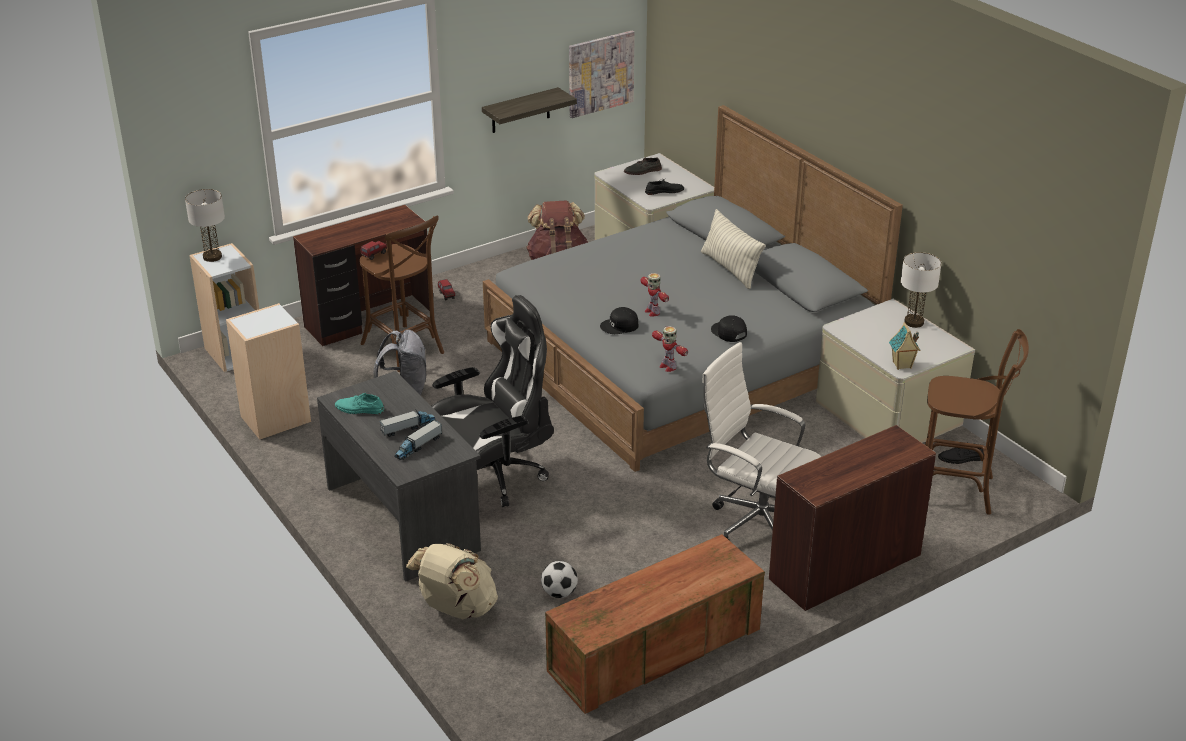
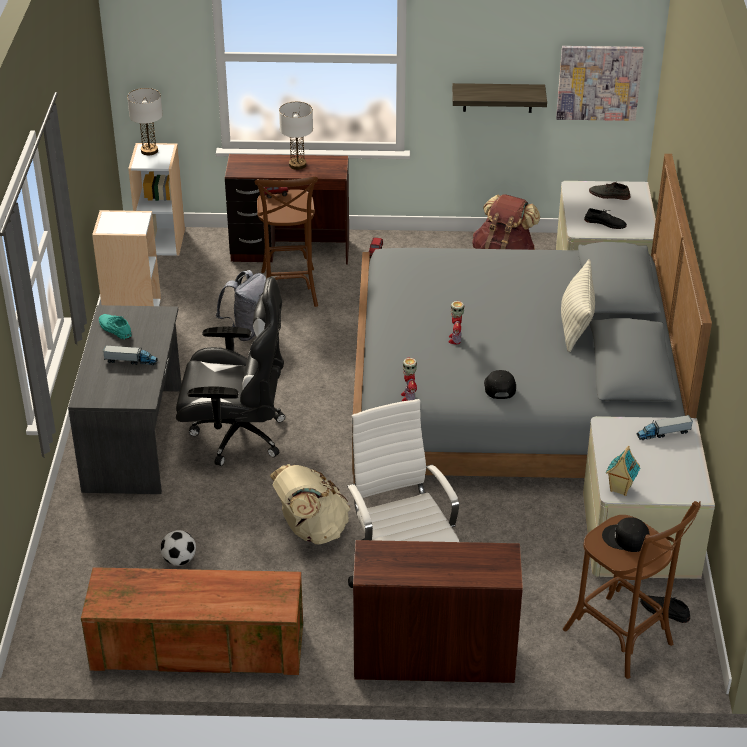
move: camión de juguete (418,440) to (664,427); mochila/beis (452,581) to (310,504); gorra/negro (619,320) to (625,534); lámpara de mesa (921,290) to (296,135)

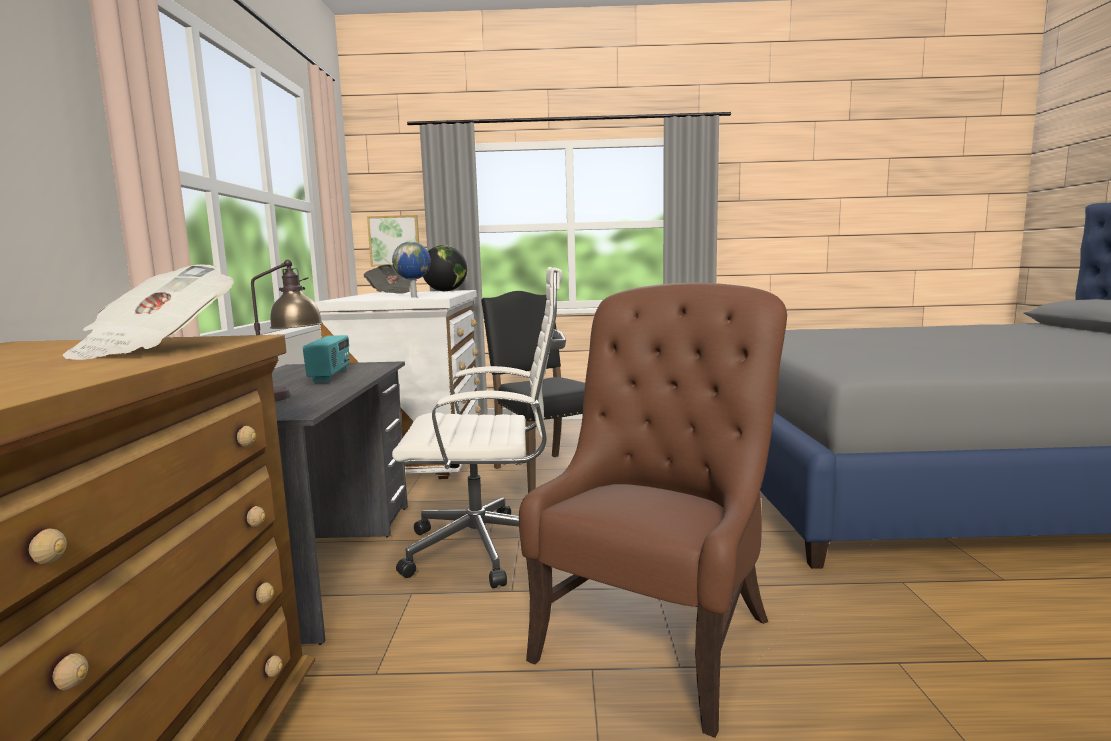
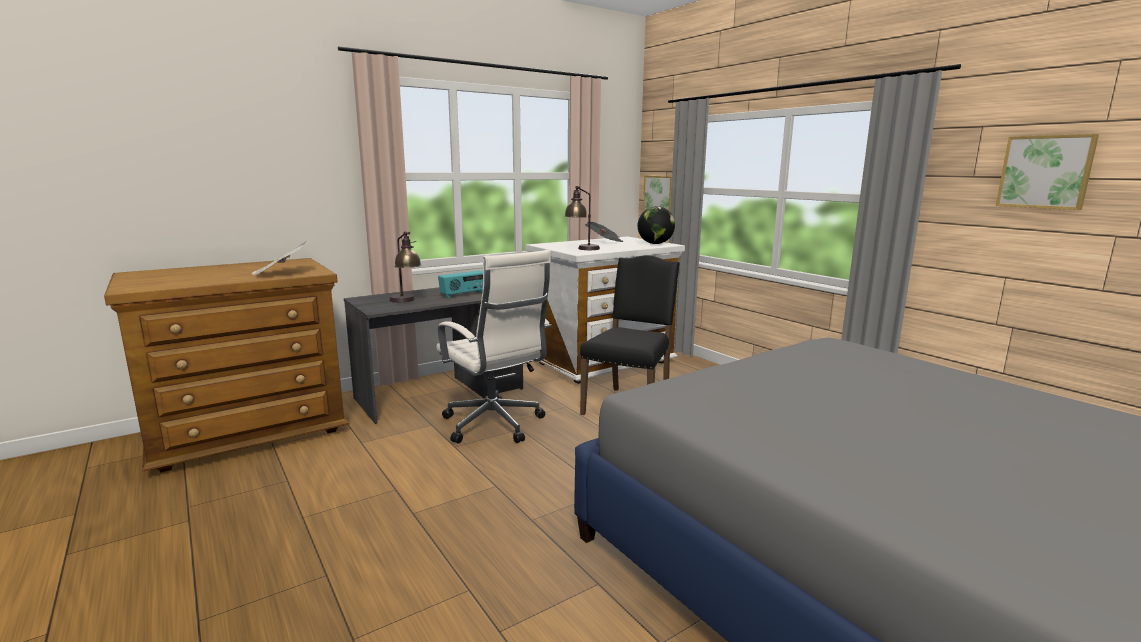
delete: silla/marrón (653,510)
insert: cuadro (1047,172)
replace: globo terráqueo (411,270) to lámpara de mesa (582,218)

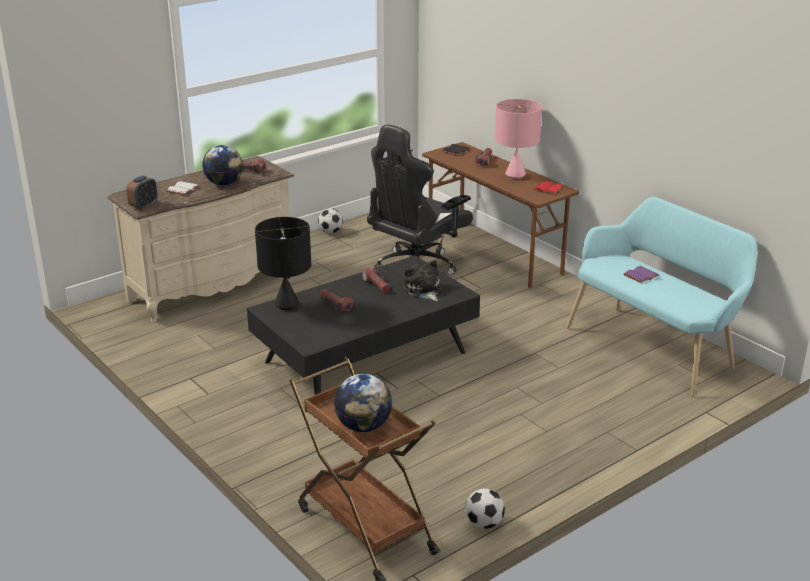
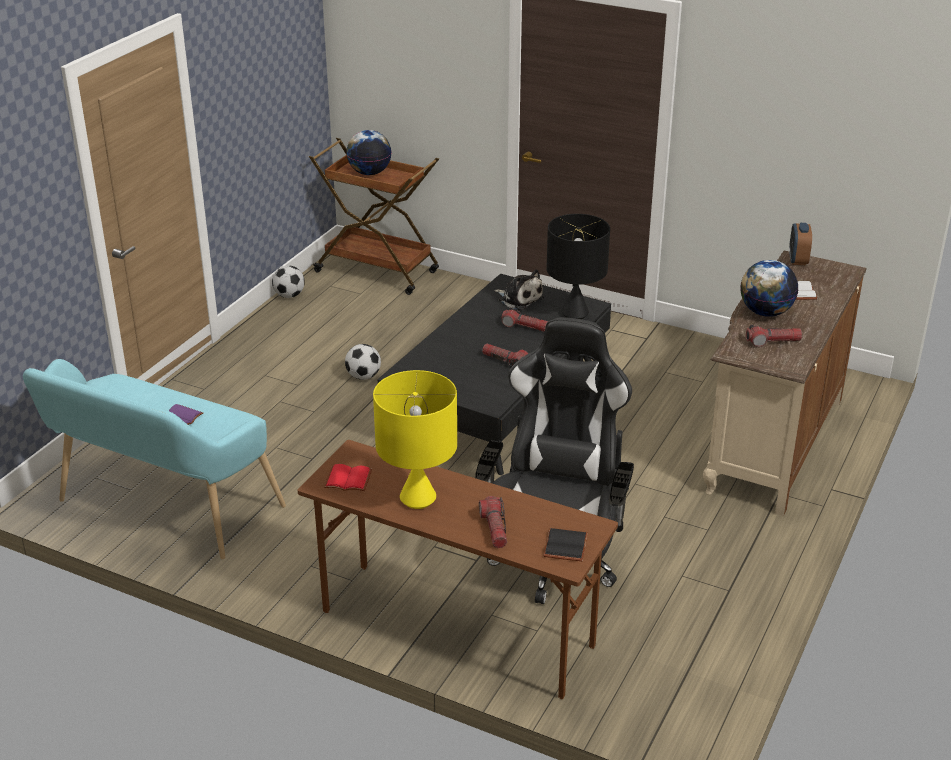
move: balón de fútbol (330,220) to (363,362); peluche (423,280) to (519,289)
recolor: lámpara de mesa/rosa (518,139) to lámpara de mesa/amarillo (415,439)

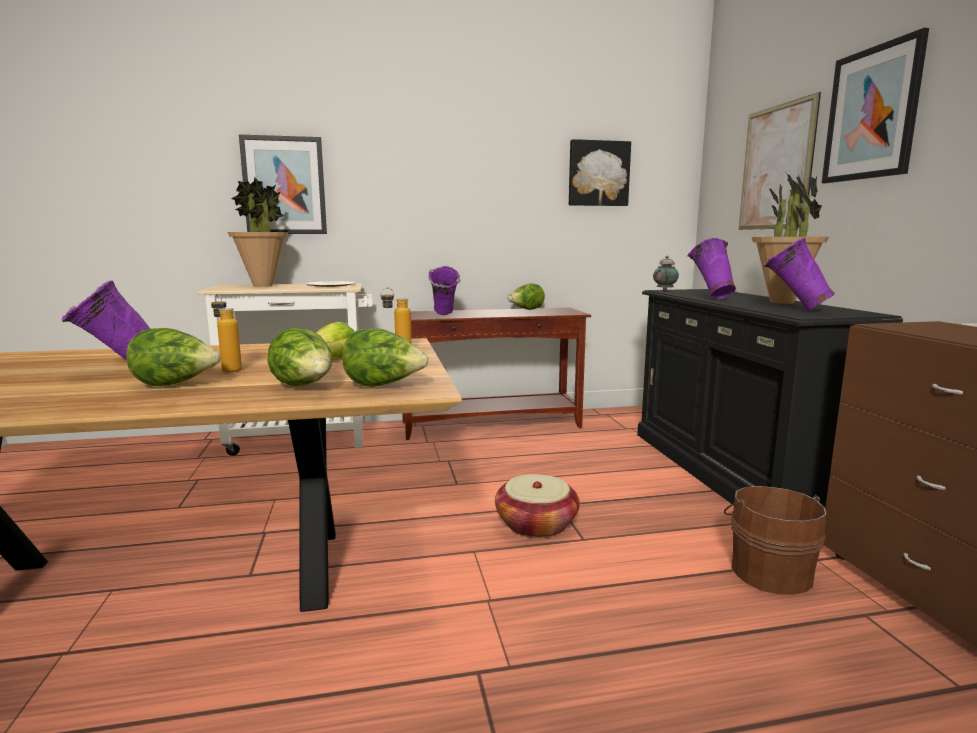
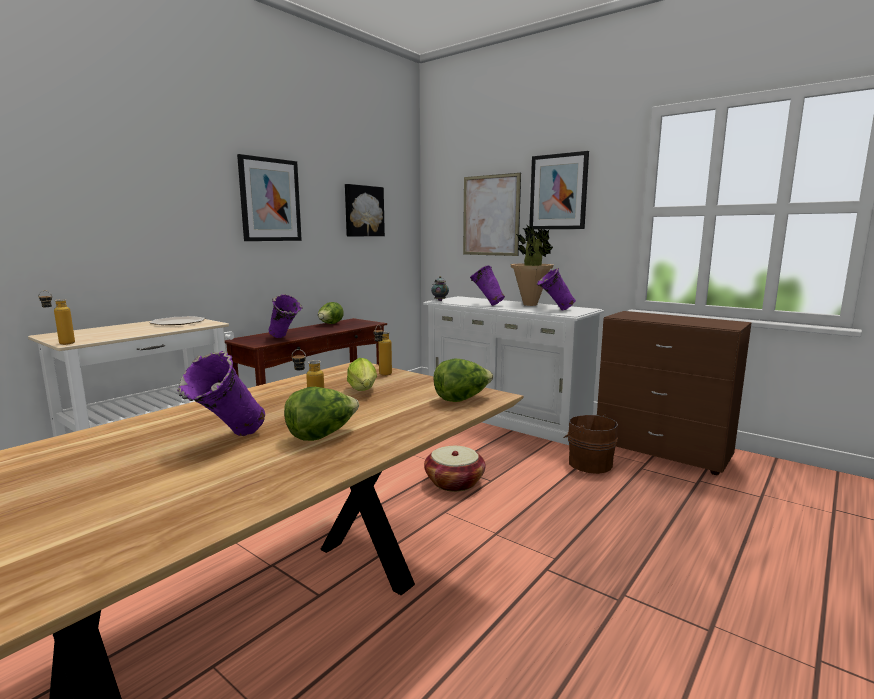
delete: planta en maceta (258,232); lechuga (300,357)
insert: botella (56,317)
move: cuadro (283,184) to (269,197)
recolor: armario/negro (770,398) to armario/blanco (513,370)

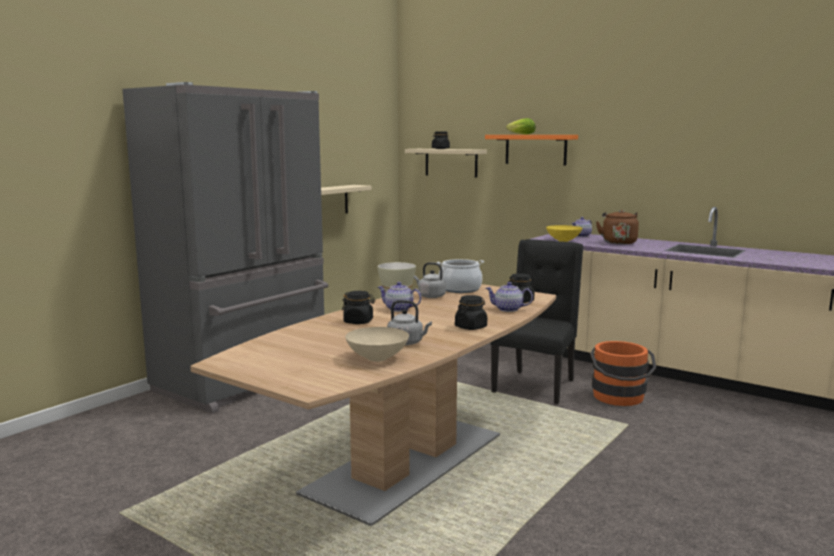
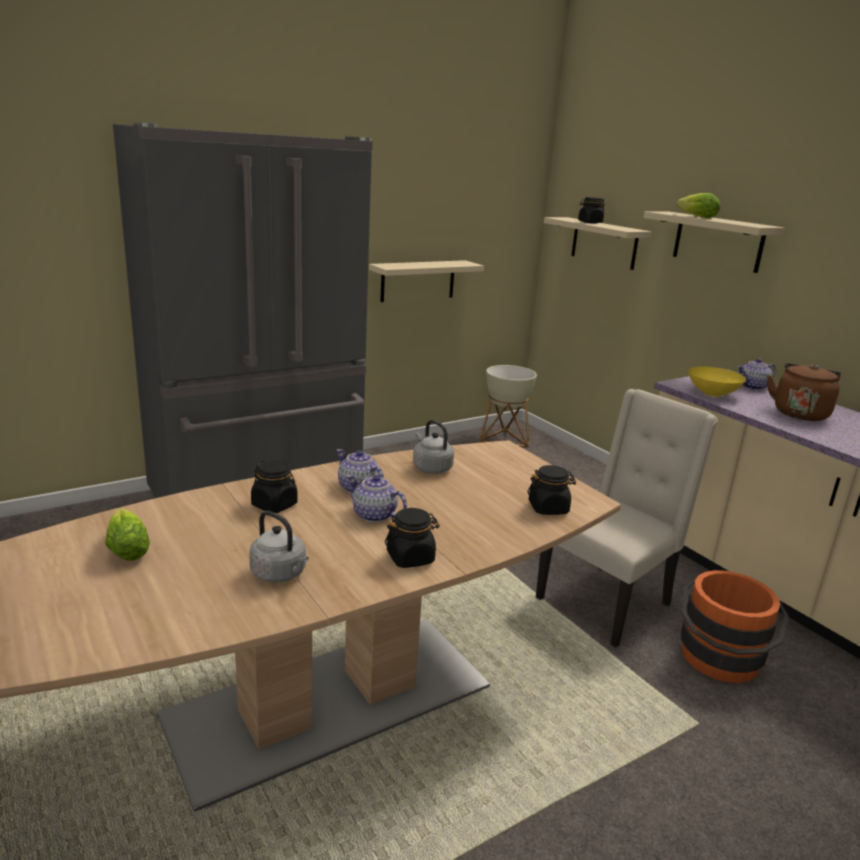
delete: cuenco/beis (377,344); olla (460,276)
insert: lechuga (127,534)
move: tetera (509,297) to (376,498)
recolor: estante/naranja (531,150) to estante/beis (713,242); silla/negro (536,321) to silla/beis (627,518)

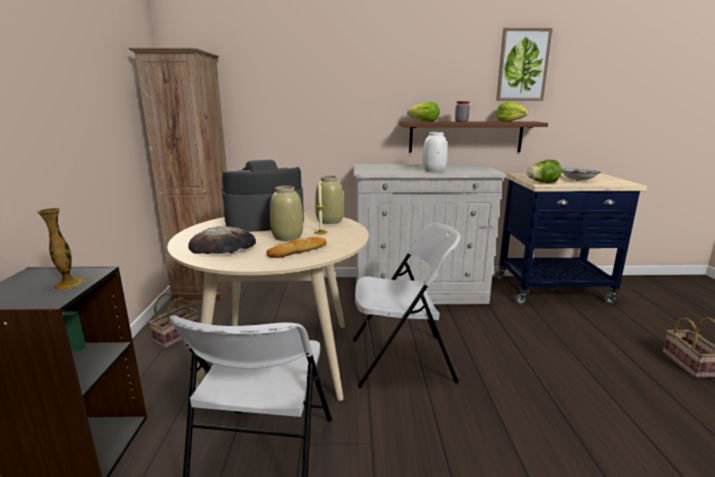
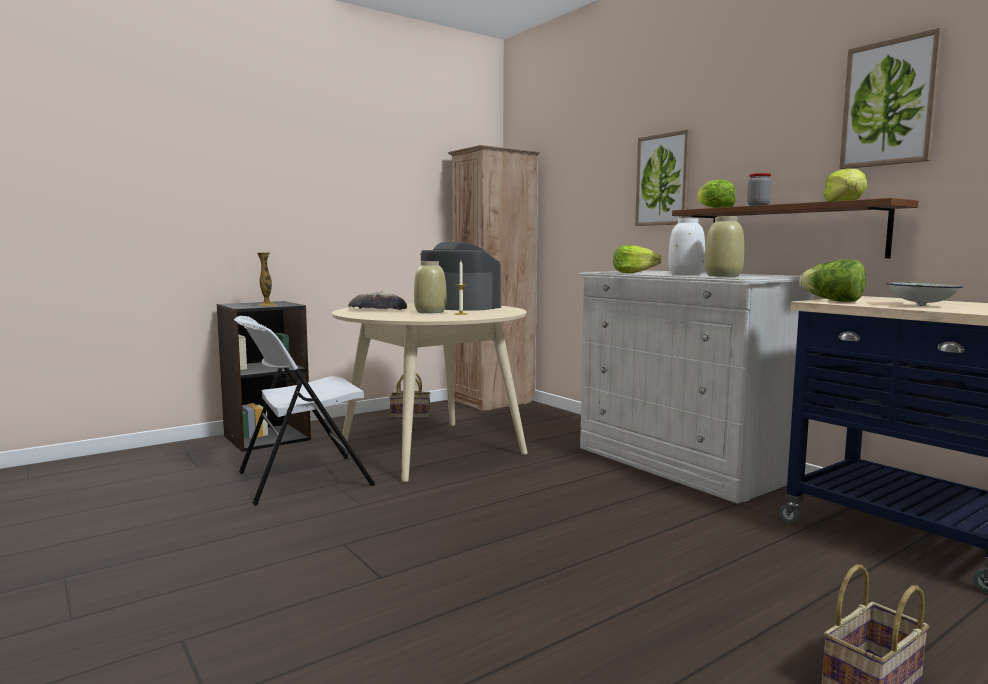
delete: pan (297,247); silla/blanco (407,305)
insert: lechuga (637,259); cuadro (663,178)
move: florero/beis (329,200) to (724,246)

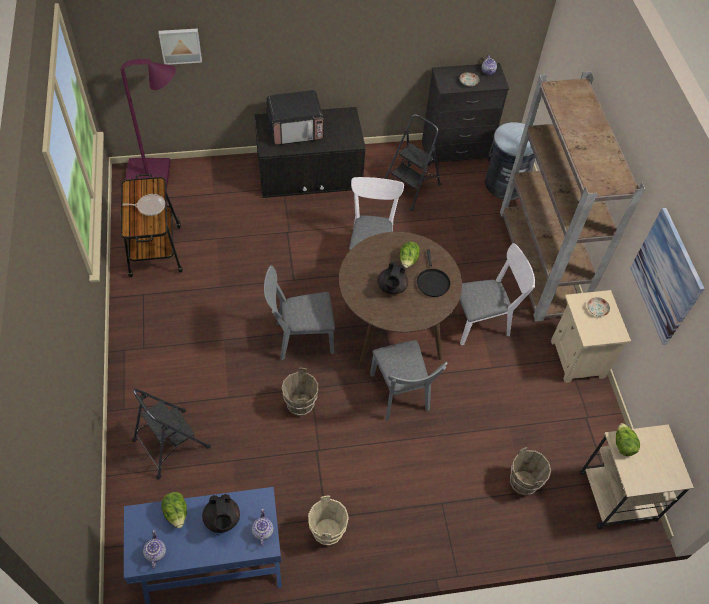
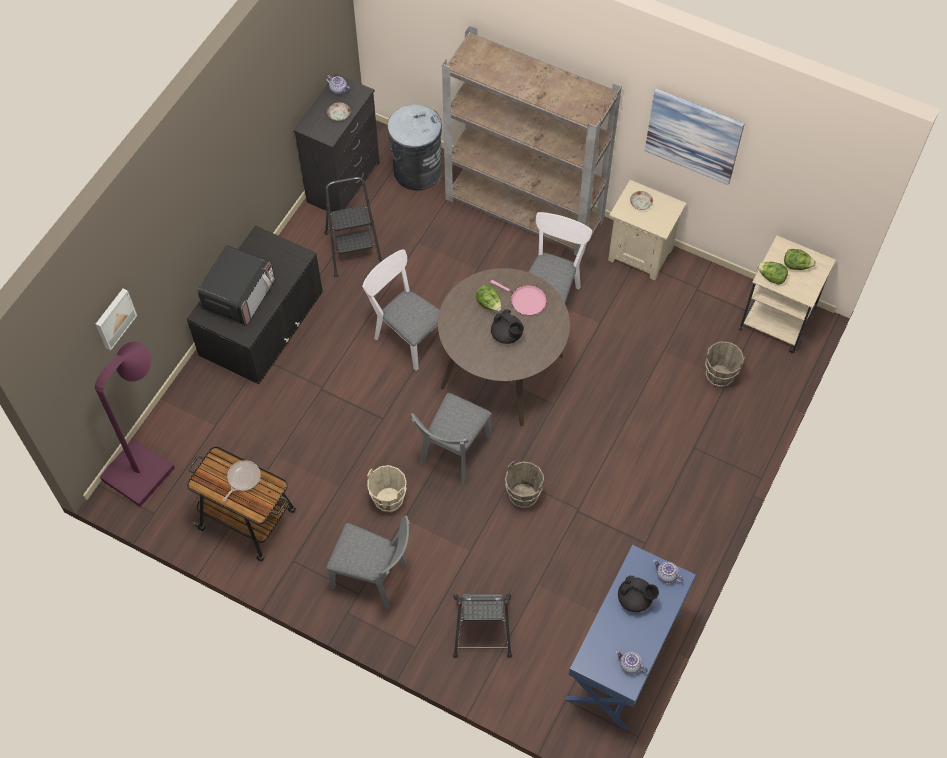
move: lechuga (174,510) to (800,259); cubo/beis (328,520) to (387,488); silla/gris (409,380) to (368,562)
recolor: sartén/negro (433,273) to sartén/rosa (518,298)

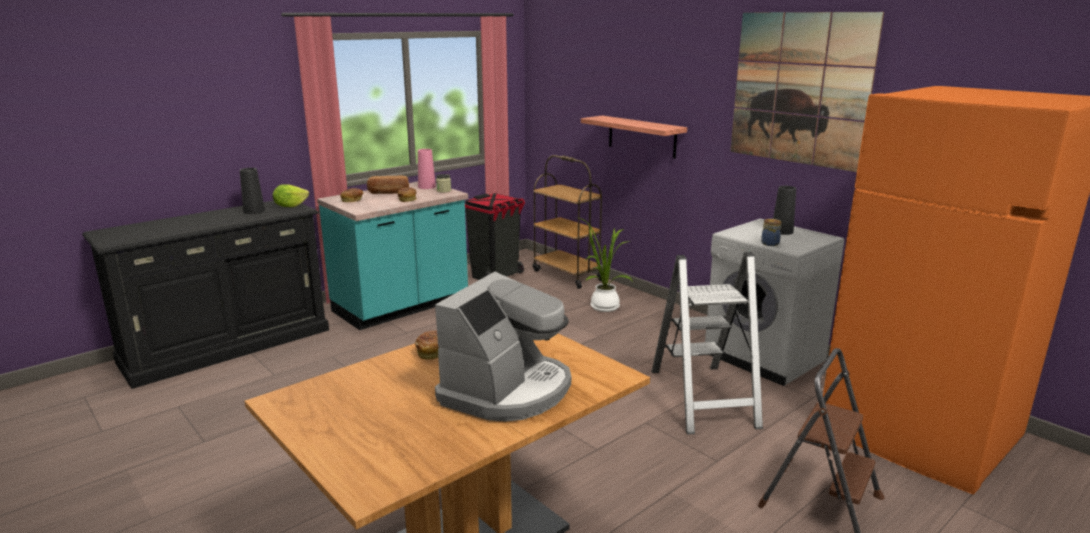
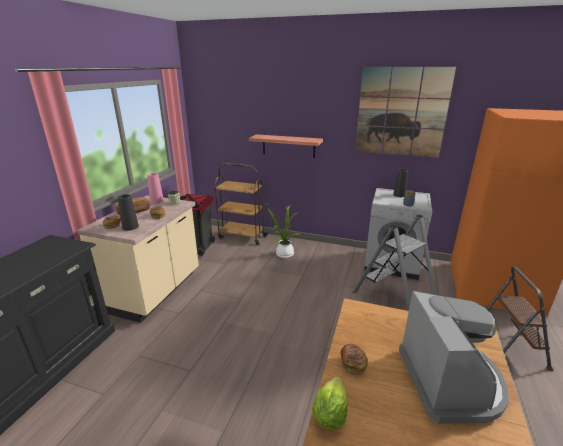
move: florero/negro (252,191) to (128,212); lechuga (291,195) to (330,403)
recolor: mueble bajo de cocina/turquesa (392,256) to mueble bajo de cocina/beis (138,259)

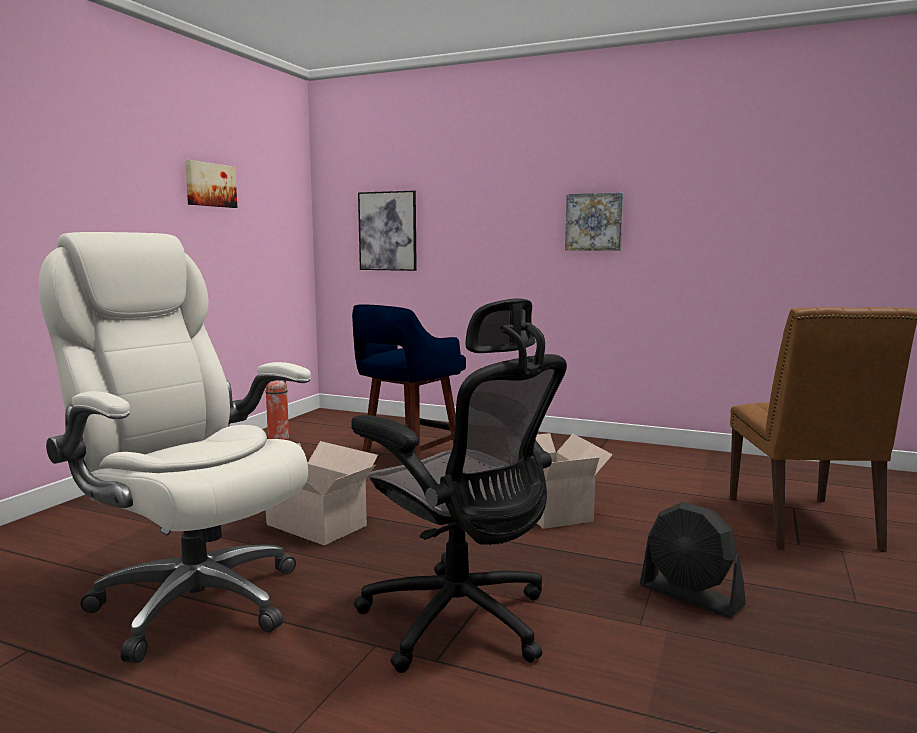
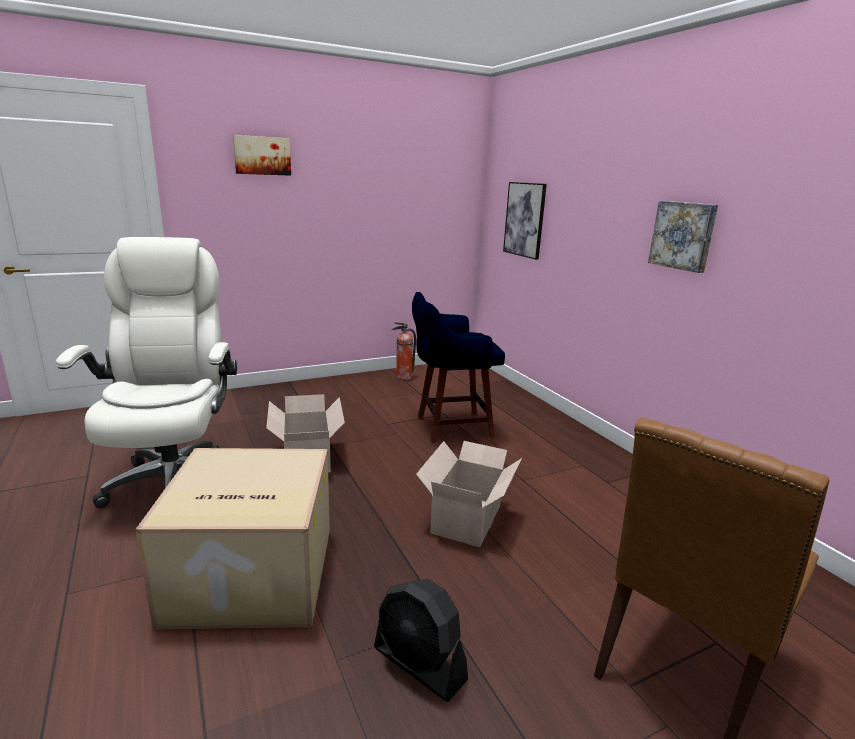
move: cuadro (211,184) to (262,155)
replace: silla de oficina (459,485) to caja de cartón (232,538)
rotate: ventilador/negro (693,560) = (421,640) 45 degrees counterclockwise

